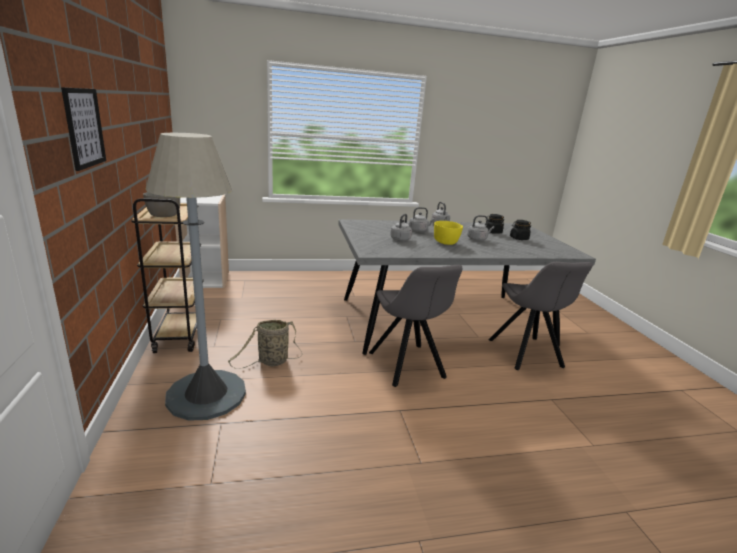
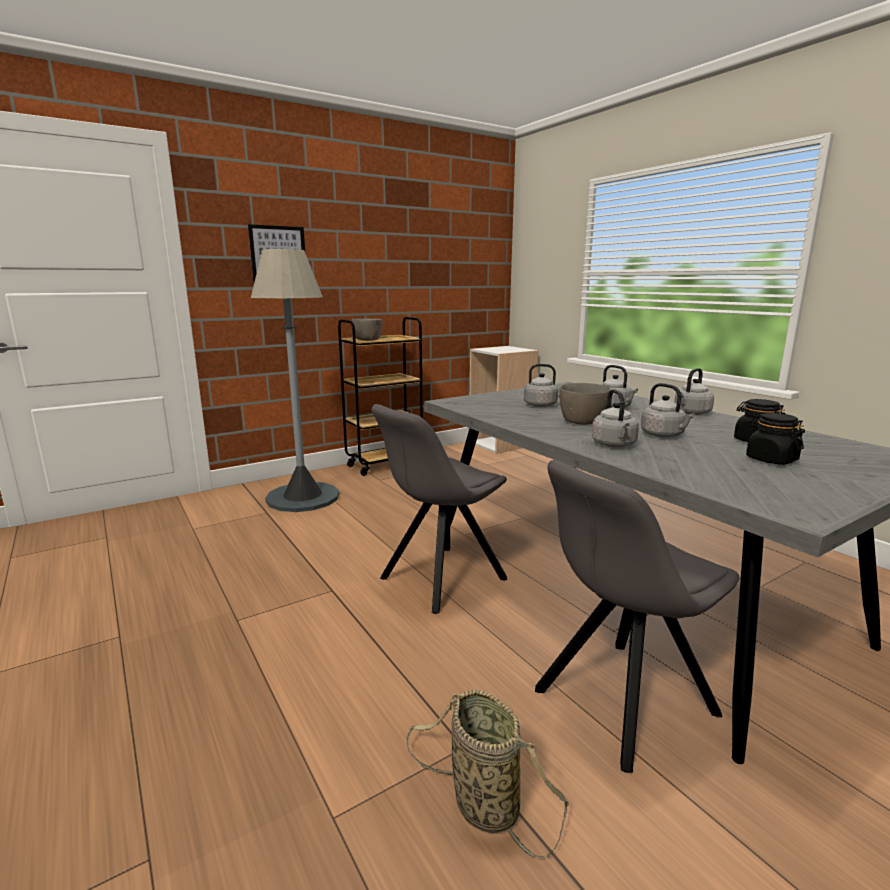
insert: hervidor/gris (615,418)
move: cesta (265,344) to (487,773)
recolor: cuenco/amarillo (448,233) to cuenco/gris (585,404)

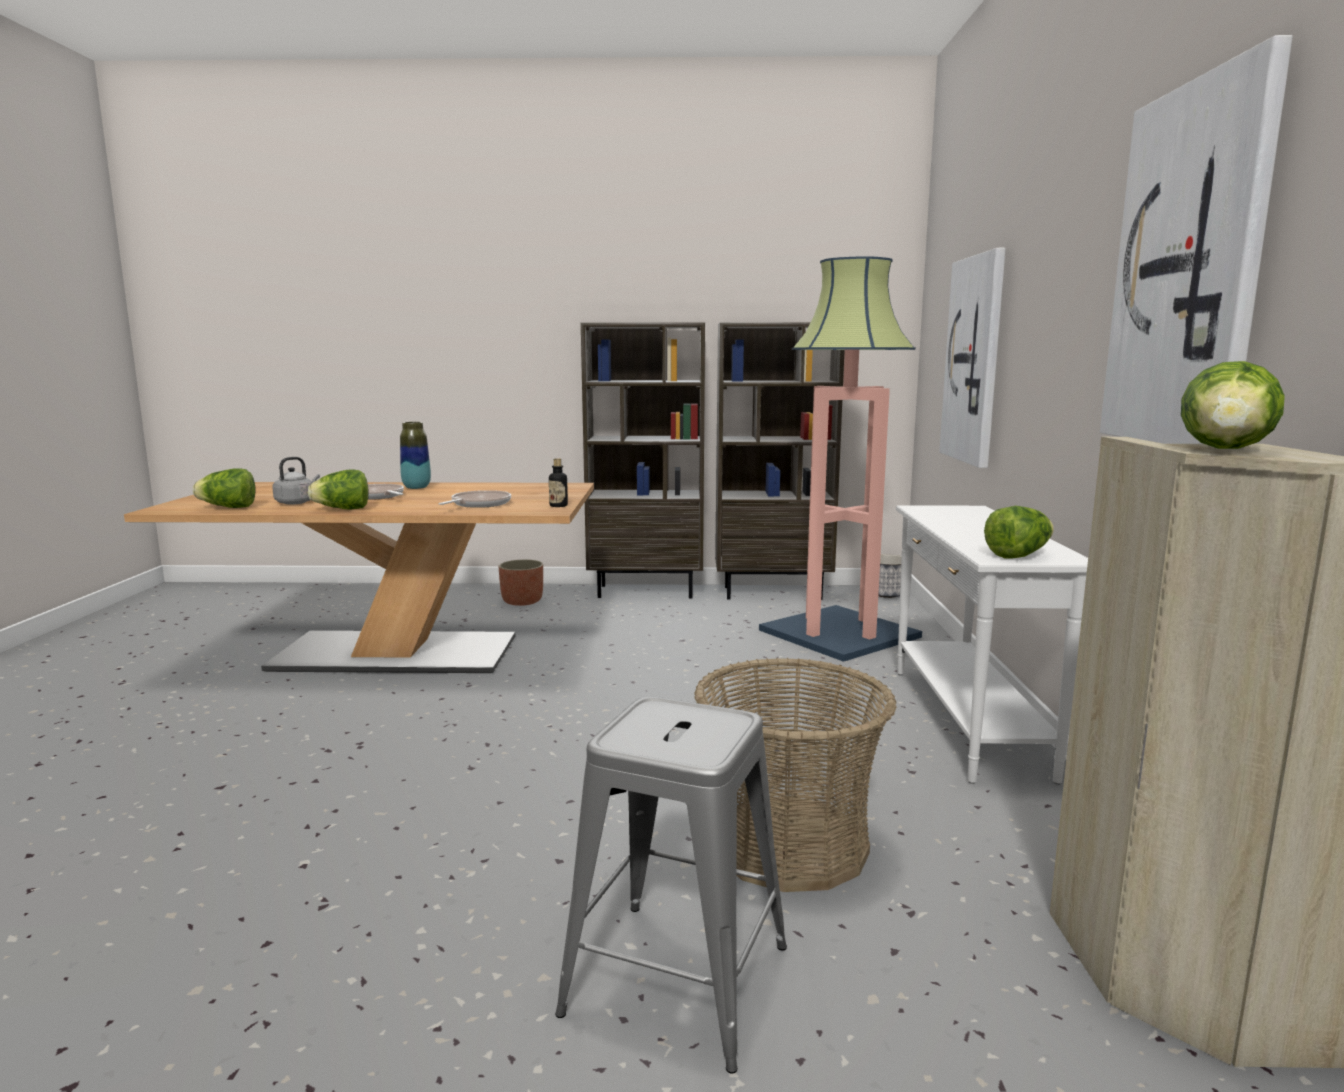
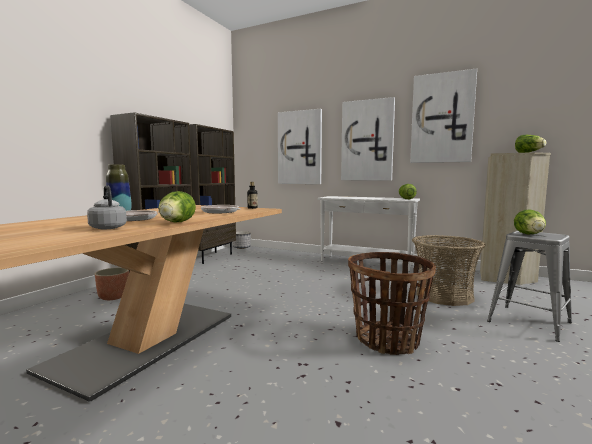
delete: lámpara de pie (840,459)
insert: cuadro (368,139); cesta (392,303)
move: lechuga (224,488) to (530,222)

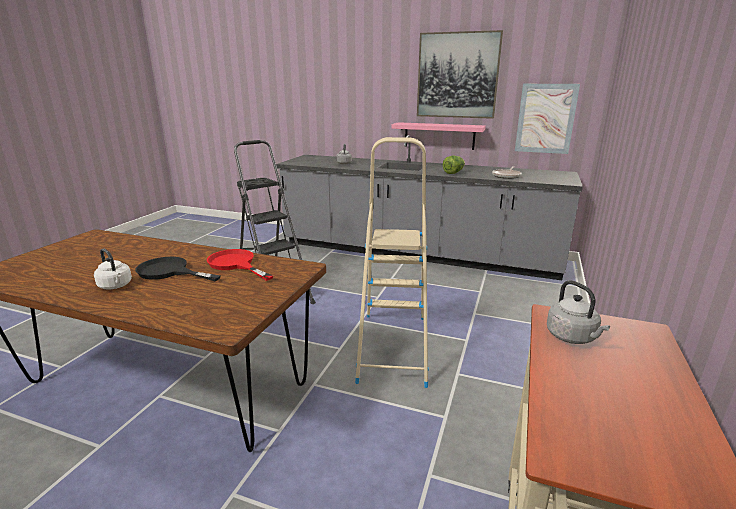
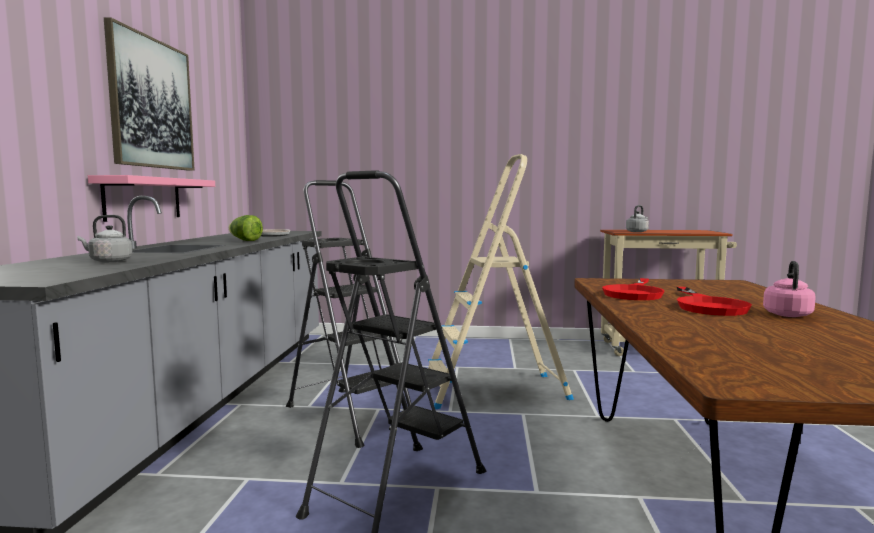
delete: cuadro (547,119)
insert: escalera de tijera (349,314)
recolor: hervidor/blanco (113,269) to hervidor/rosa (789,289); sartén/negro (178,269) to sartén/rojo (714,301)

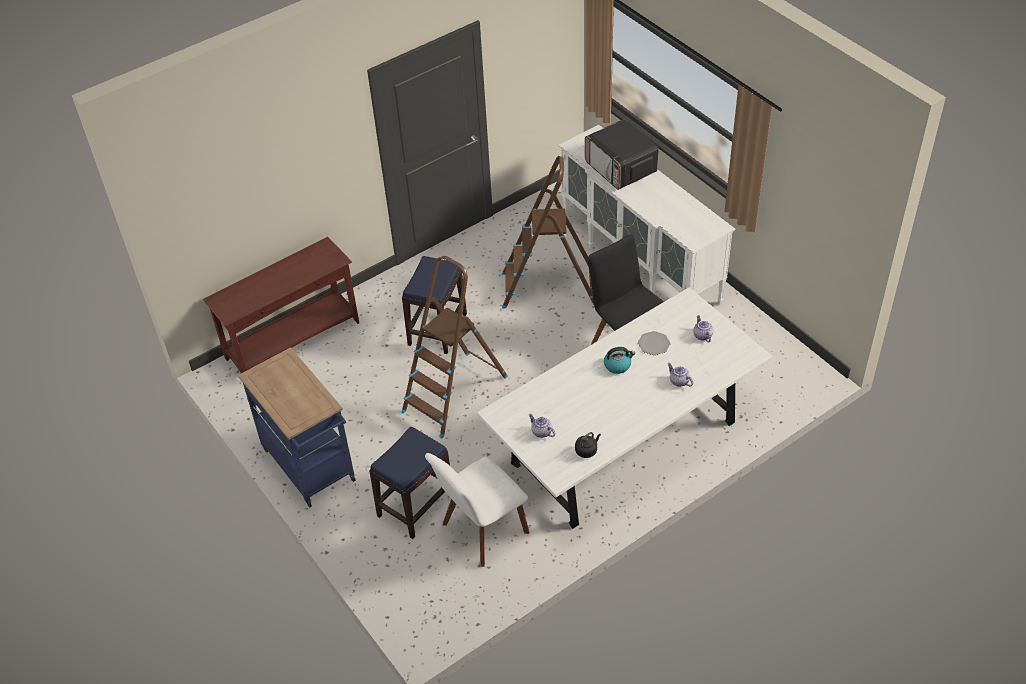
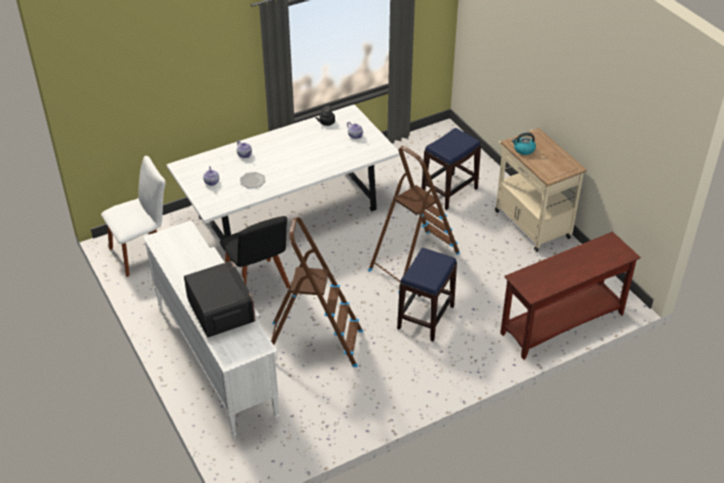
move: silla/blanco (477,510) to (133,216); hervidor (619,360) to (524,144)
recolor: carrito/azul (297,427) to carrito/beis (541,190)

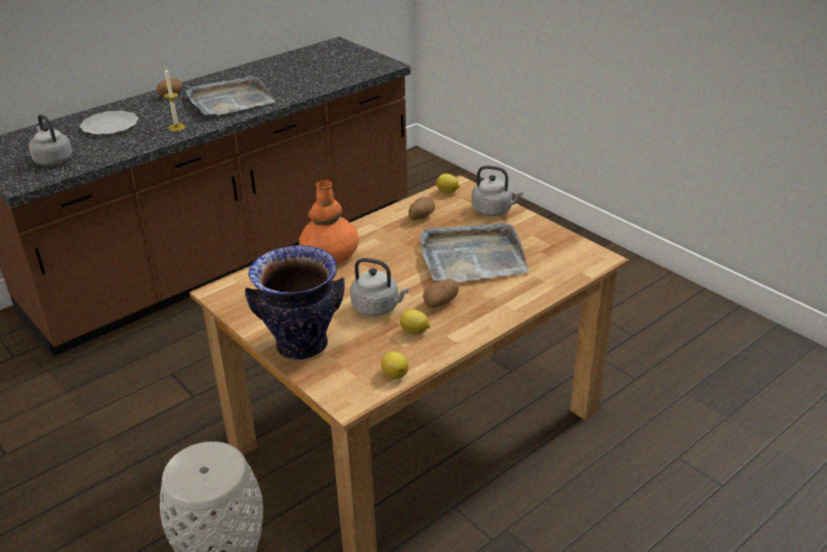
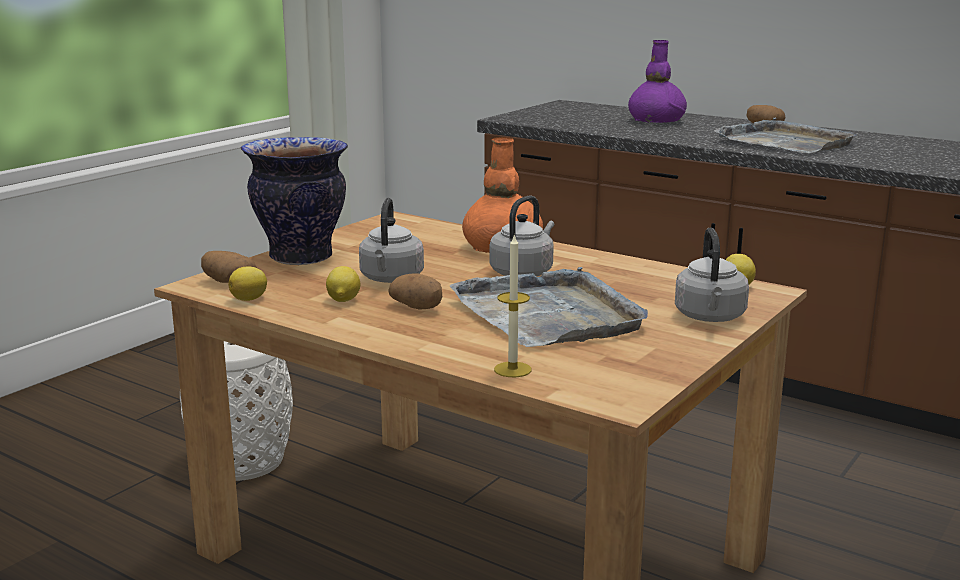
move: hervidor/gris (50,140) to (521,235); vela (174,100) to (512,305); patata (421,208) to (229,267)
replace: plato (109,123) to florero/morado (657,81)

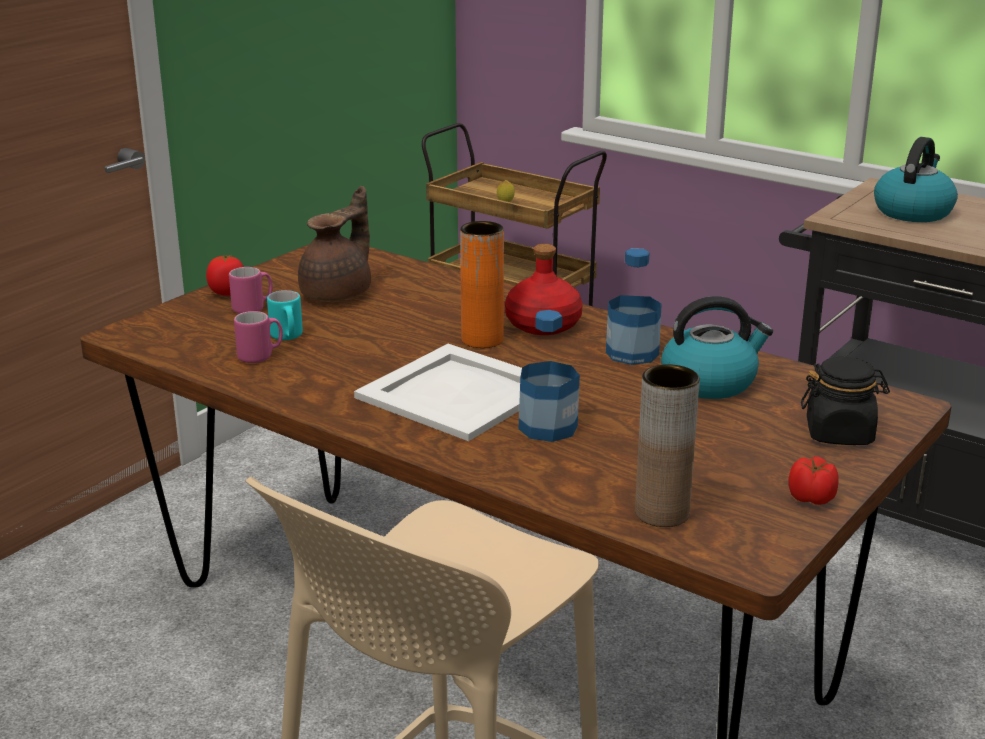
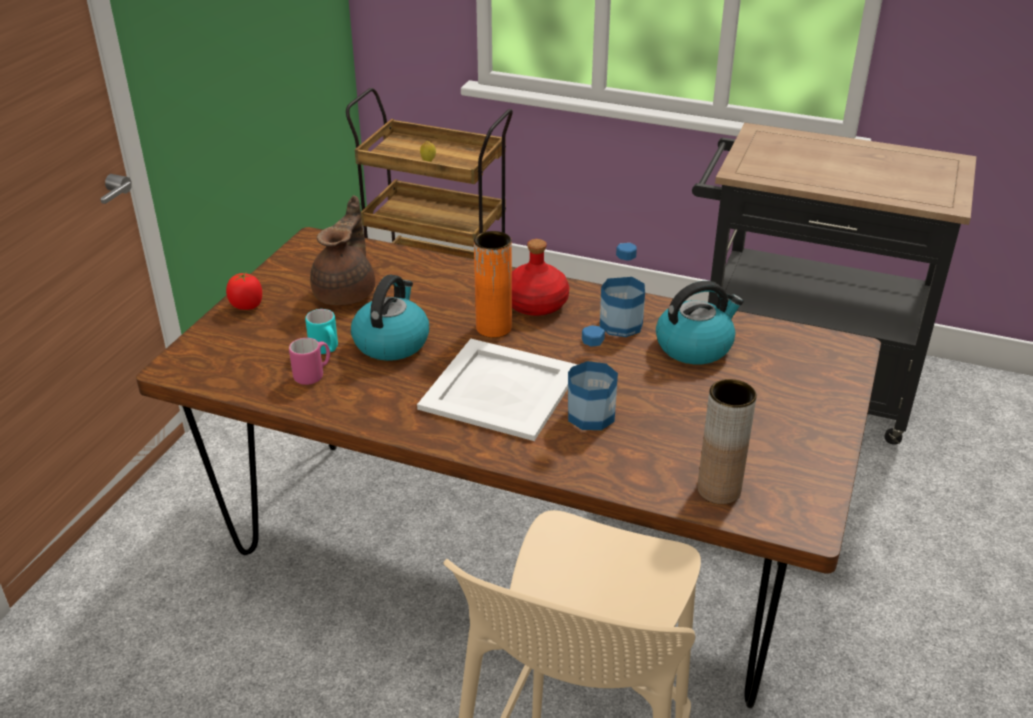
delete: taza grande/rosa (251,290); tomate (813,481); tarro/negro (845,401)
move: hervidor (916,179) to (390,317)

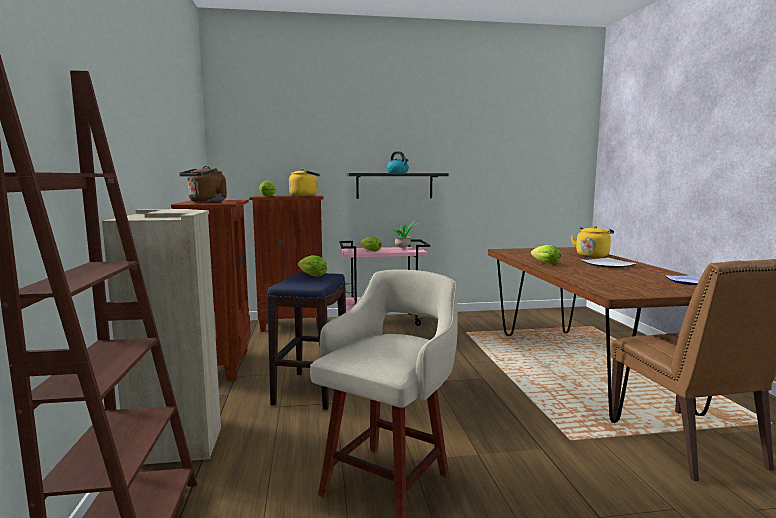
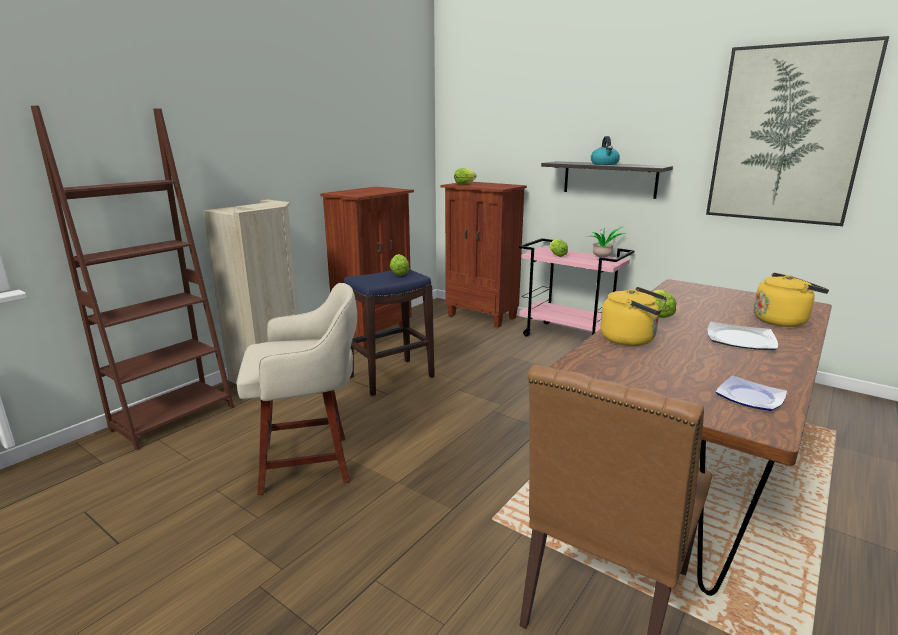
delete: hervidor/marrón (203,184)
insert: cuadro (797,131)
move: hervidor/amarillo (304,183) to (633,316)

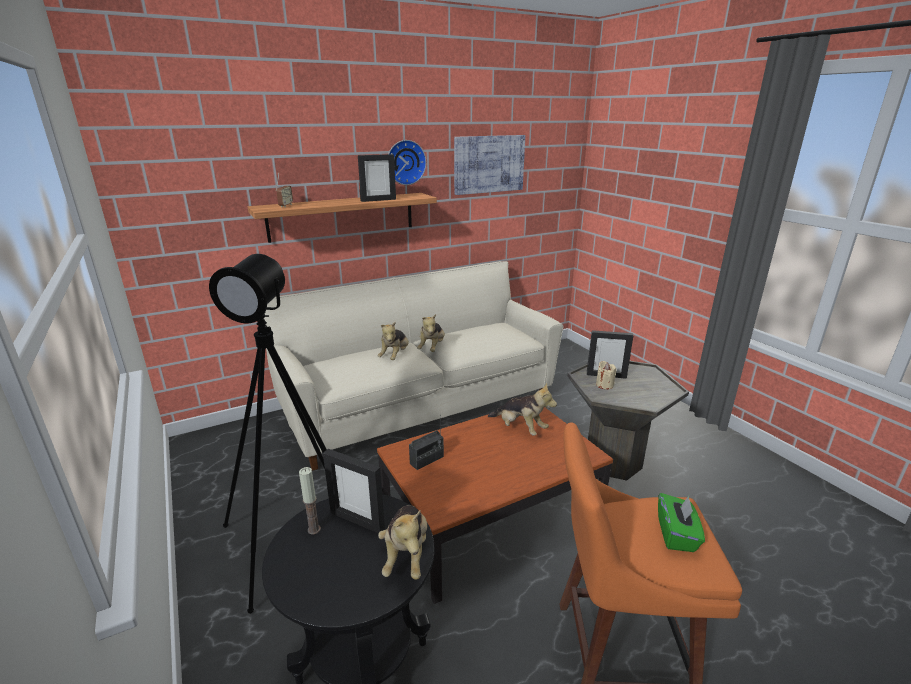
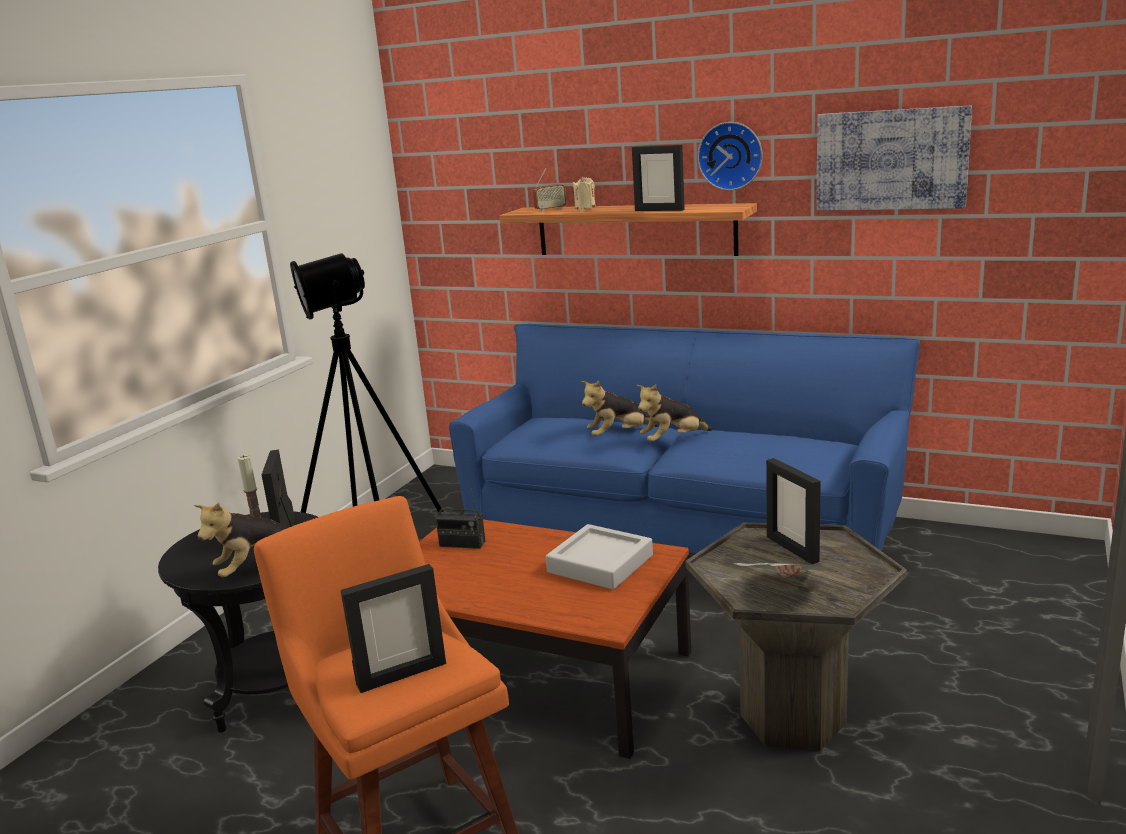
insert: periódico (786,570)
move: vela/beis (606,375) to (584,192)
replace: peluche (522,409) to bandeja/gris (599,557); caja de pañuelos/verde (681,522) to portarretratos (393,628)
recolor: sofá/beis (413,366) to sofá/azul (684,439)

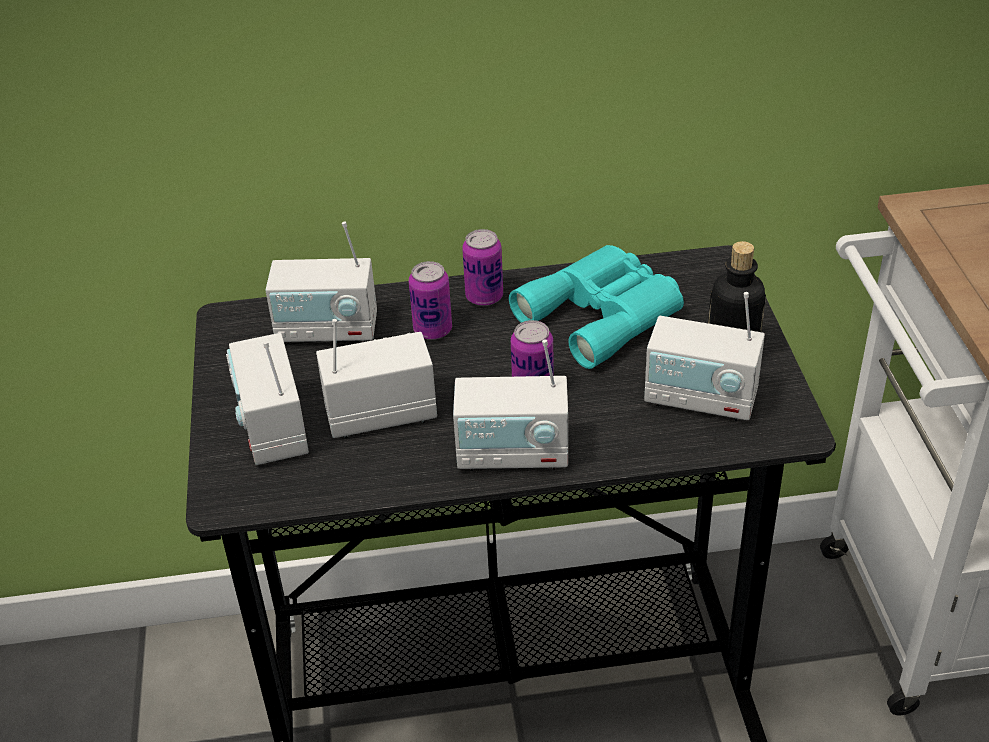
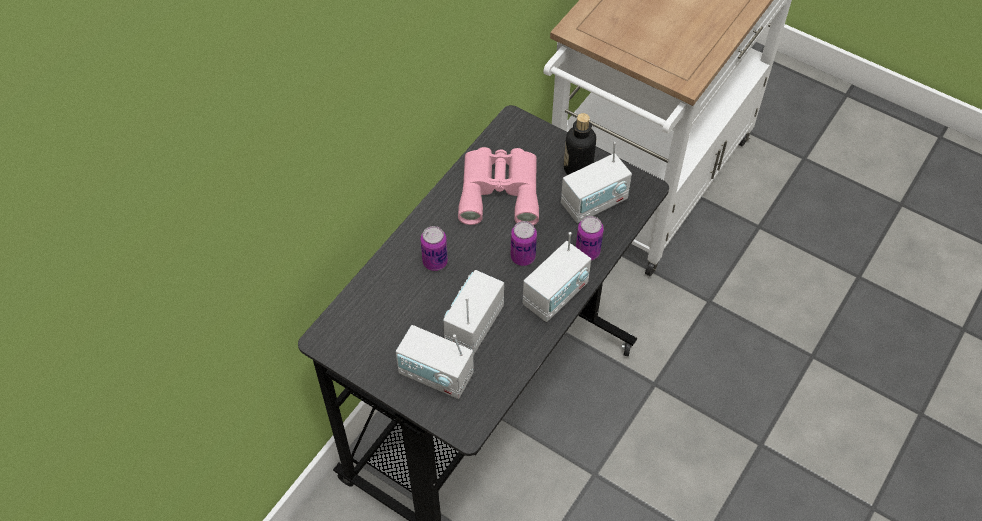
delete: radio (321,282)
move: lata (482,267) to (590,238)
recolor: prismáticos/turquesa (596,307) to prismáticos/rosa (498,186)

